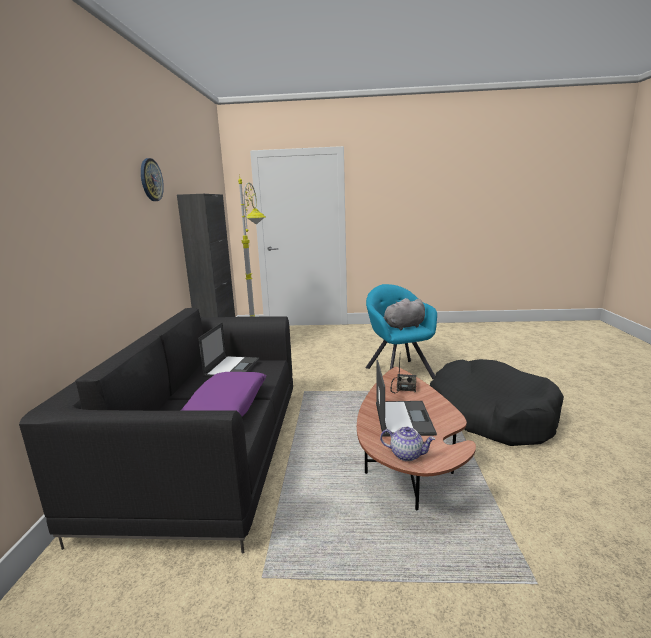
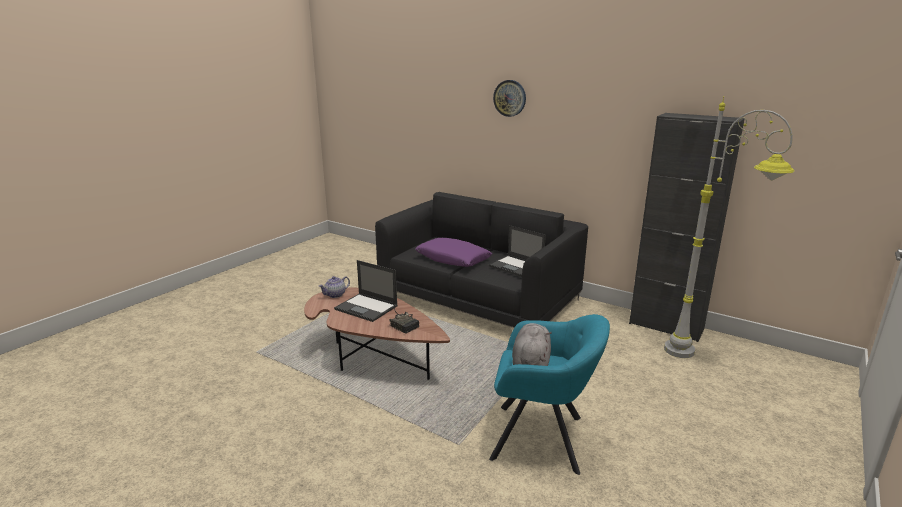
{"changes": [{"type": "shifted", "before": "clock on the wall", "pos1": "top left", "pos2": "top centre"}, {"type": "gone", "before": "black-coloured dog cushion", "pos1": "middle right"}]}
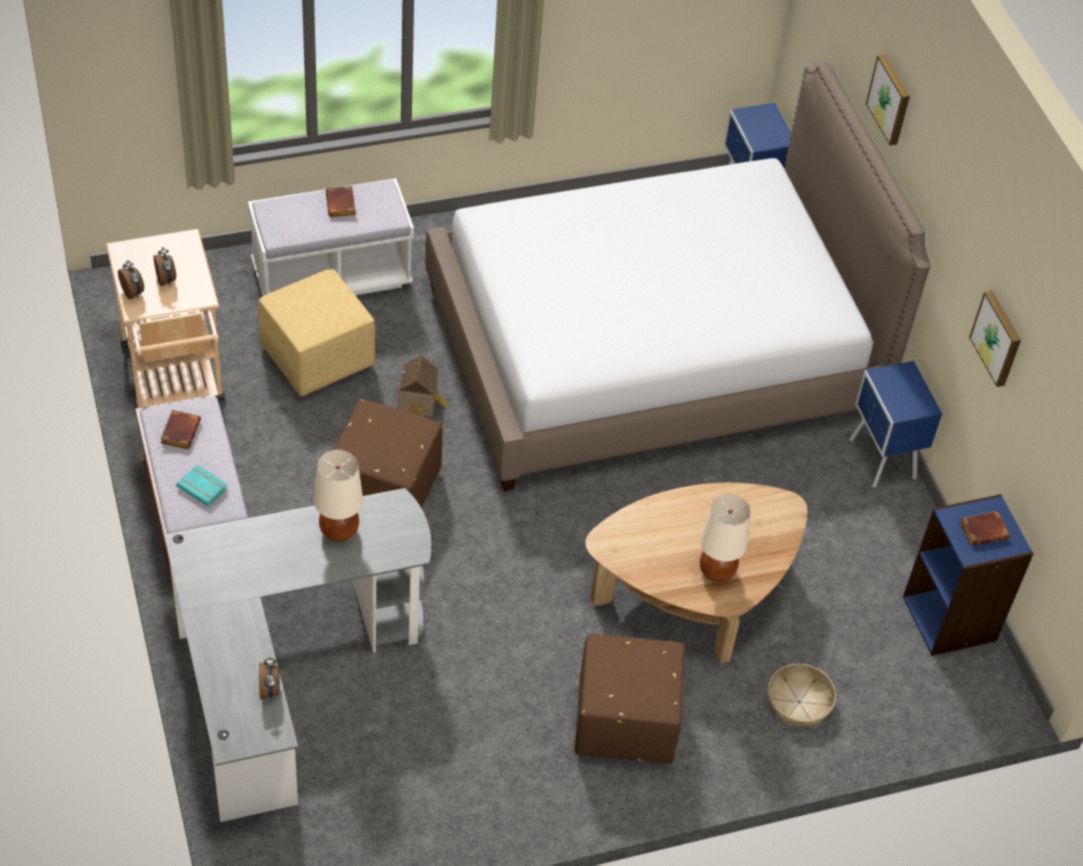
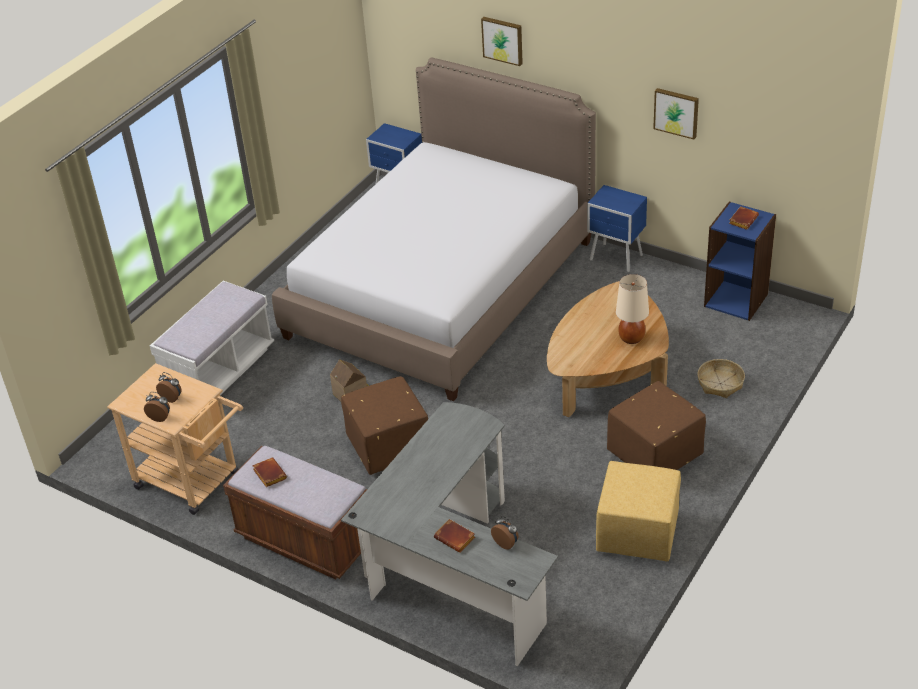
{"changes": [{"type": "shifted", "before": "brownish bound book (no. 2 from left)", "pos1": "top left", "pos2": "bottom centre"}, {"type": "shifted", "before": "yellowish pouffe", "pos1": "middle left", "pos2": "bottom right"}, {"type": "gone", "before": "beige lamp for a table (no. 1 from left)", "pos1": "middle left"}, {"type": "gone", "before": "turquoise-coloured bound book", "pos1": "middle left"}]}
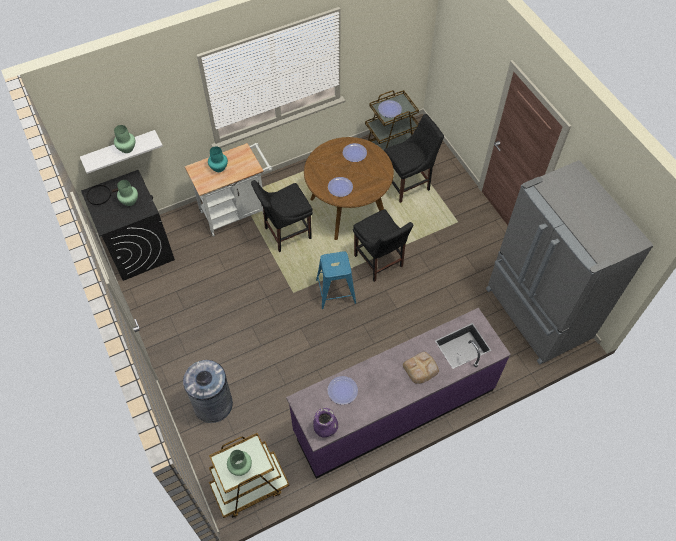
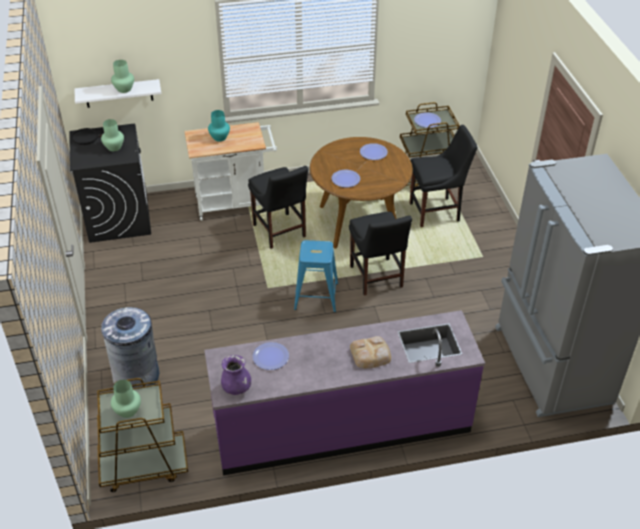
{"changes": [{"type": "rotated", "before": "black-coloured plain chair (no. 1 from left)", "pos1": "centre", "pos2": "centre", "turn": -105}]}
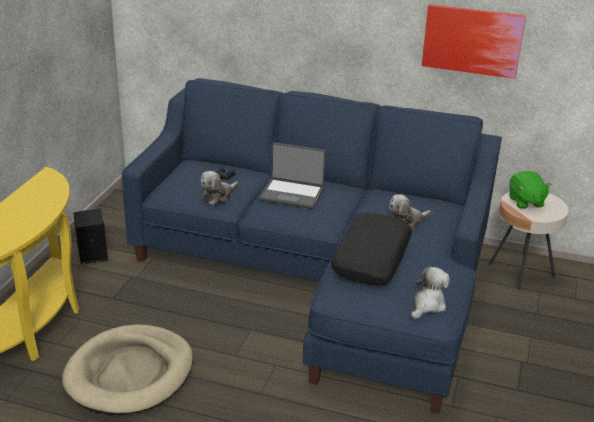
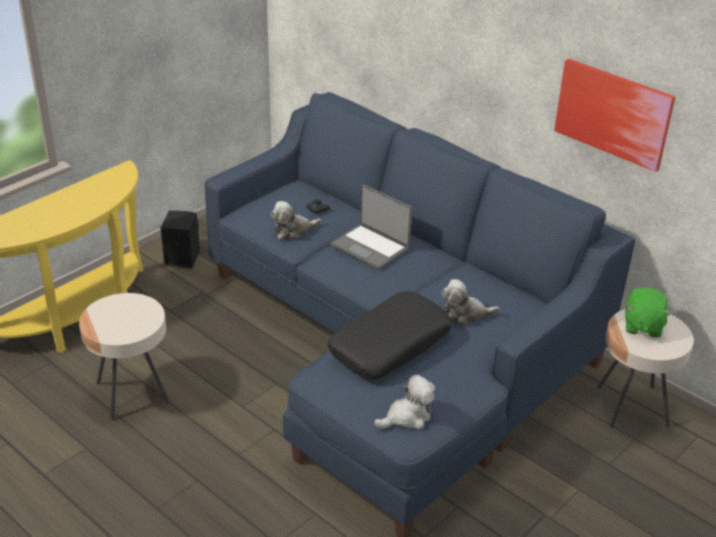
{"changes": [{"type": "swapped", "before": "beige dog cushion", "after": "beige side table (no. 1 from left)", "pos1": "bottom left", "pos2": "middle left"}]}
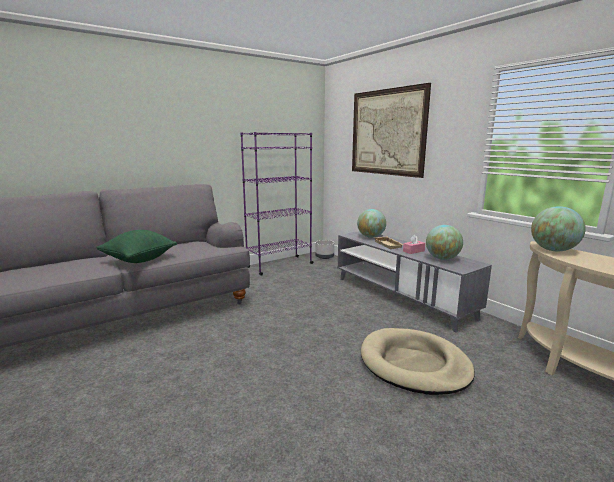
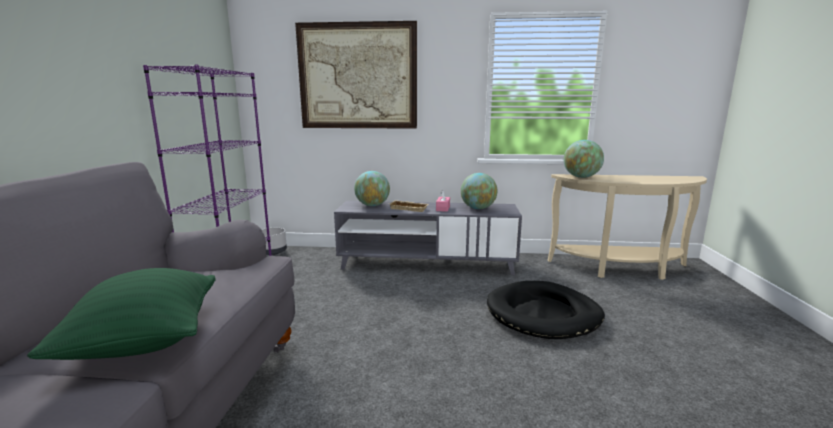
{"changes": [{"type": "repainted", "before": "beige dog cushion", "after": "black-coloured dog cushion", "pos1": "bottom right", "pos2": "bottom centre"}]}
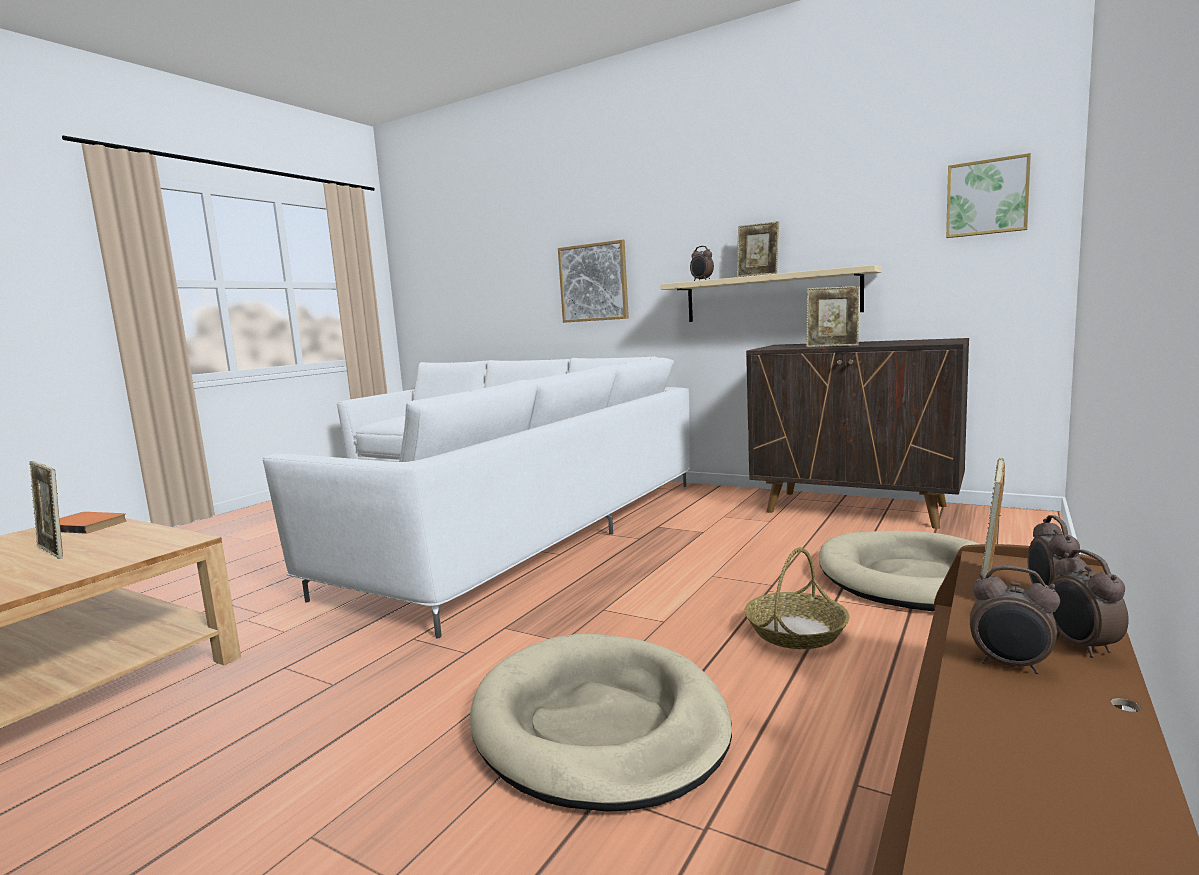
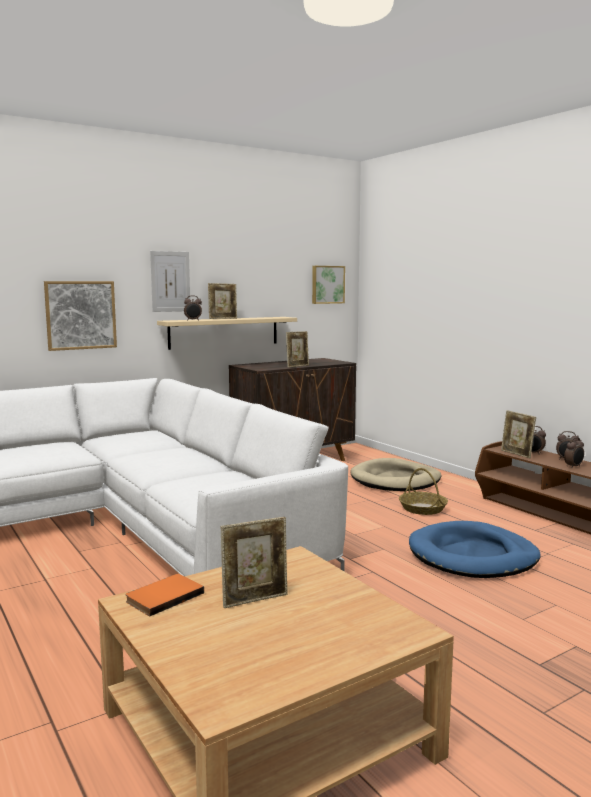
{"changes": [{"type": "repainted", "before": "beige dog cushion (no. 1 from left)", "after": "bluish dog cushion", "pos1": "bottom centre", "pos2": "bottom right"}, {"type": "new", "after": "picture (no. 2 from left)", "pos2": "middle left"}]}
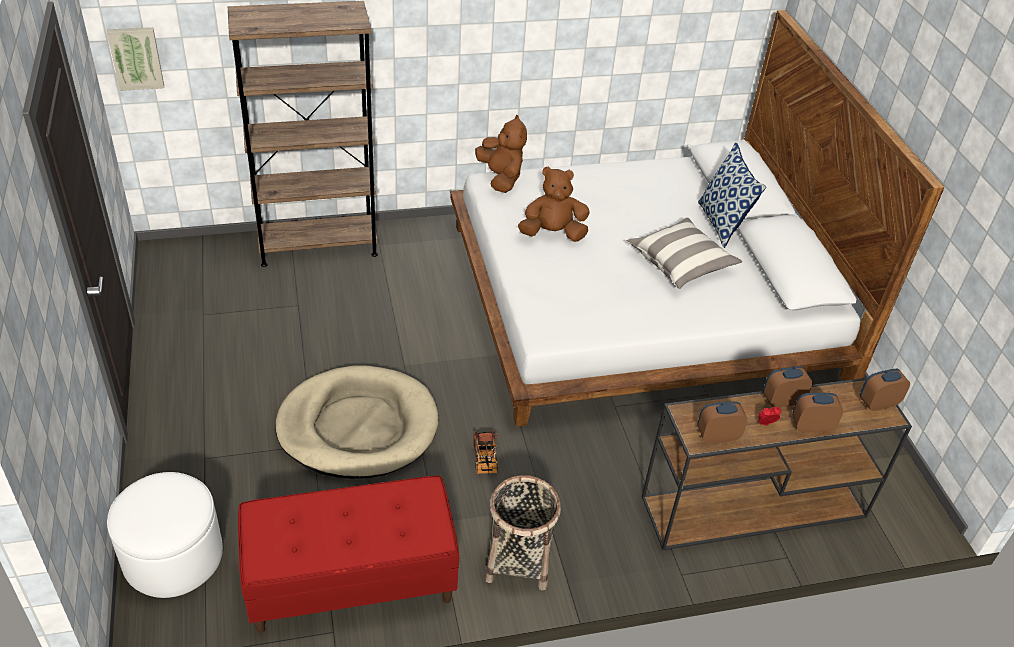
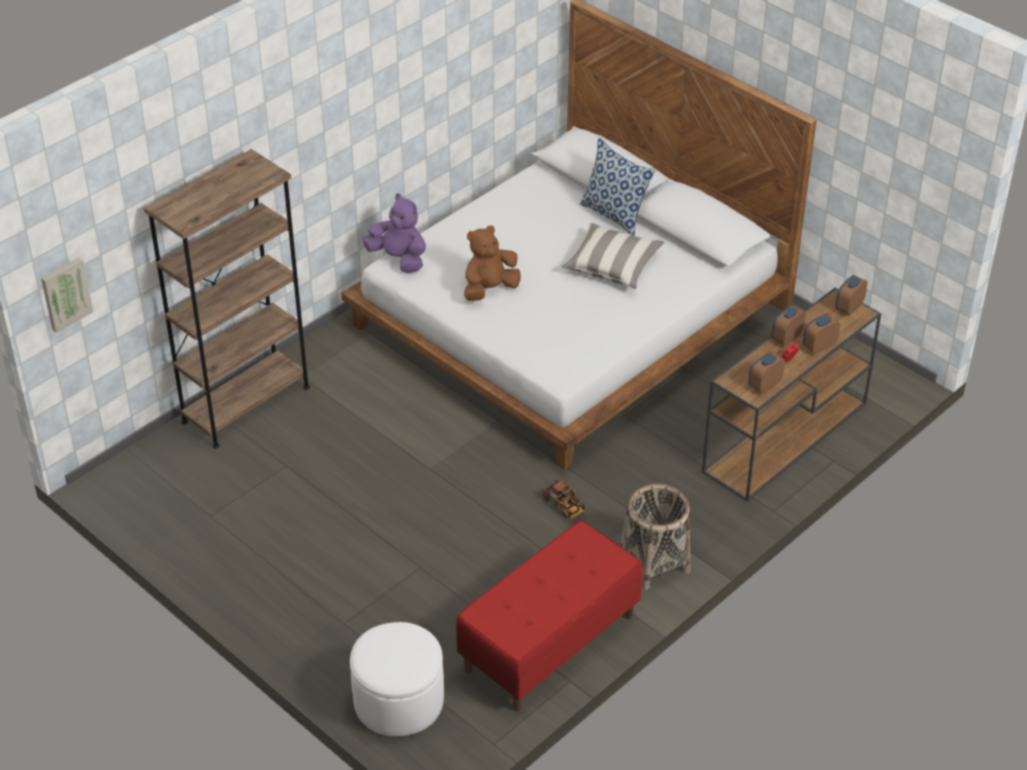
{"changes": [{"type": "repainted", "before": "brownish soft toy (no. 1 from left)", "after": "purple soft toy", "pos1": "top centre", "pos2": "top centre"}, {"type": "gone", "before": "beige dog cushion", "pos1": "centre"}]}
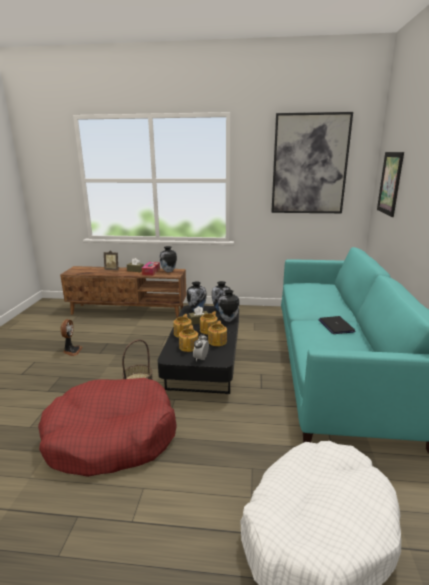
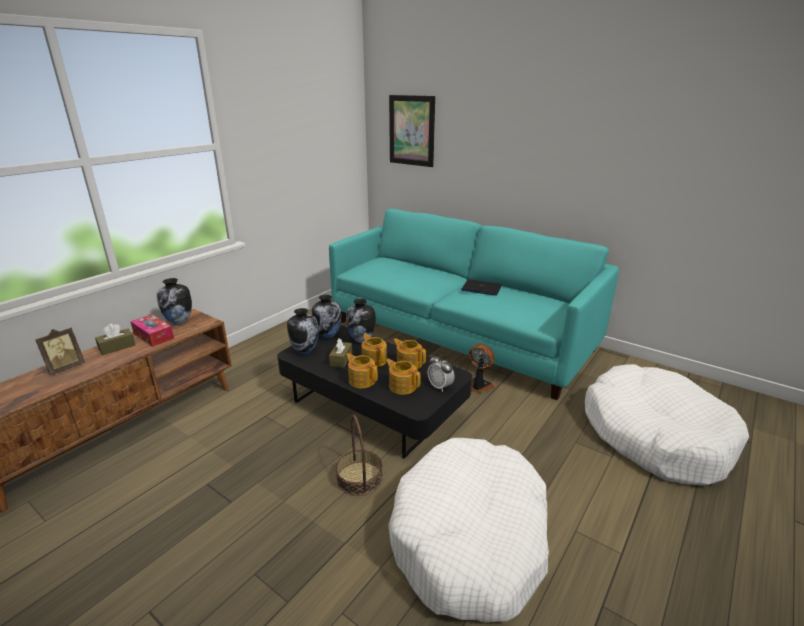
{"changes": [{"type": "gone", "before": "picture (no. 1 from left)", "pos1": "top right"}, {"type": "shifted", "before": "electric fan", "pos1": "middle left", "pos2": "centre"}, {"type": "repainted", "before": "reddish dog cushion", "after": "whitish dog cushion (no. 1 from left)", "pos1": "bottom left", "pos2": "bottom centre"}]}
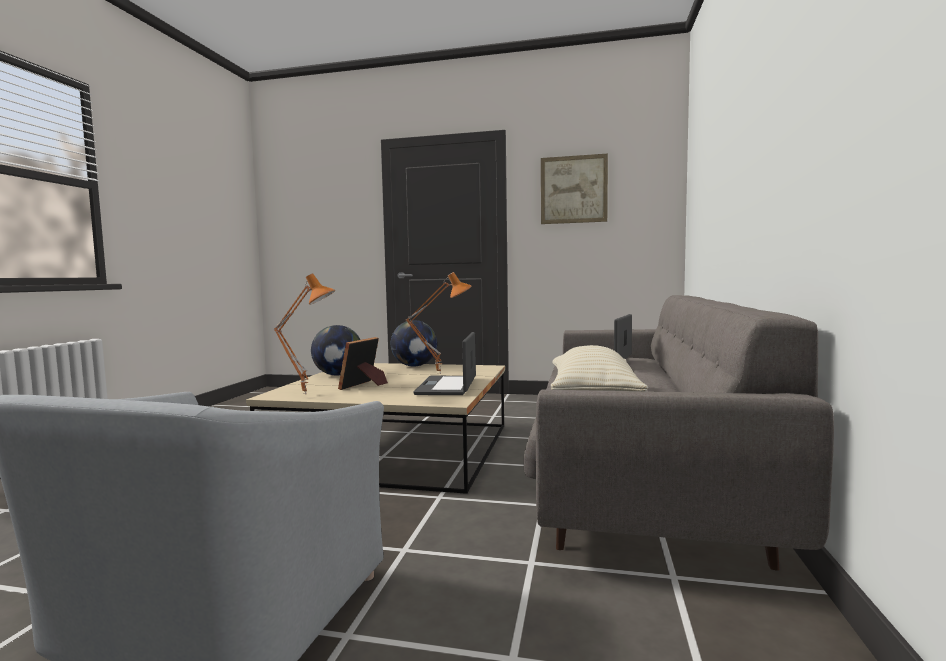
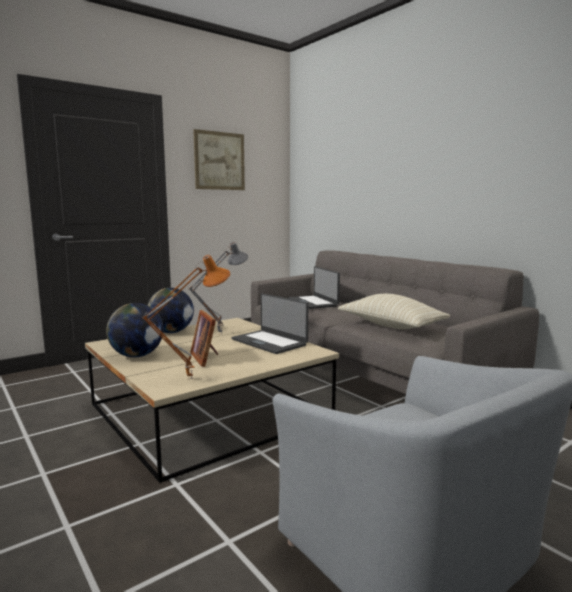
{"changes": [{"type": "repainted", "before": "orange-coloured lamp for a table (no. 2 from left)", "after": "grey lamp for a table", "pos1": "centre", "pos2": "centre"}]}
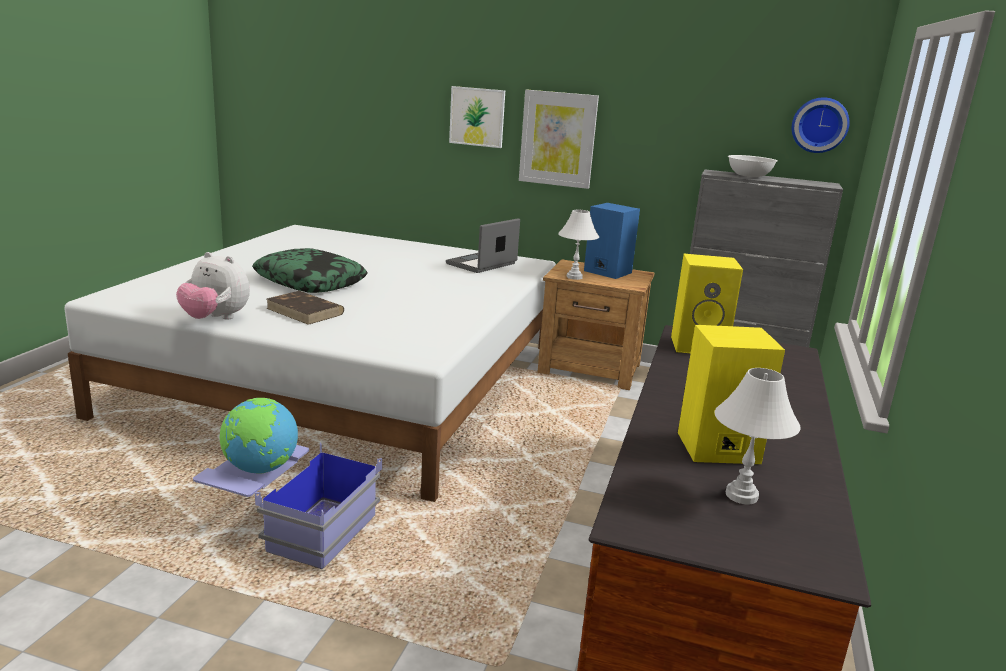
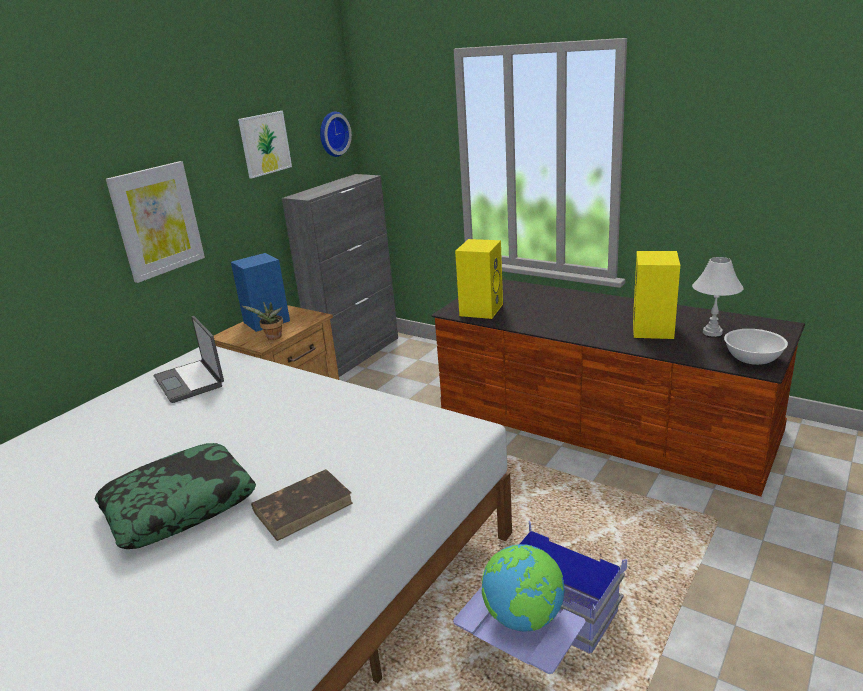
{"changes": [{"type": "shifted", "before": "picture (no. 1 from left in the first image)", "after": "picture (no. 2 from left)", "pos1": "top centre", "pos2": "top left"}, {"type": "shifted", "before": "whitish bowl", "pos1": "top right", "pos2": "middle right"}, {"type": "swapped", "before": "whitish lamp for a table (no. 1 from left)", "after": "potted plant", "pos1": "centre", "pos2": "middle left"}, {"type": "gone", "before": "soft toy", "pos1": "middle left"}]}
